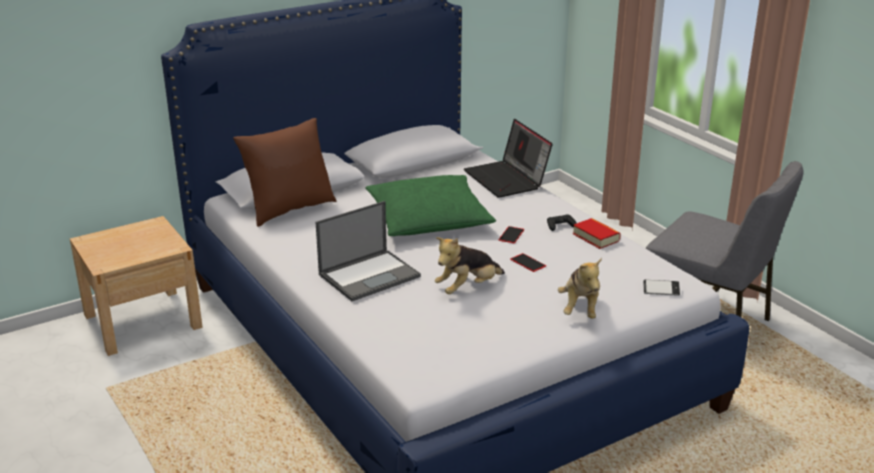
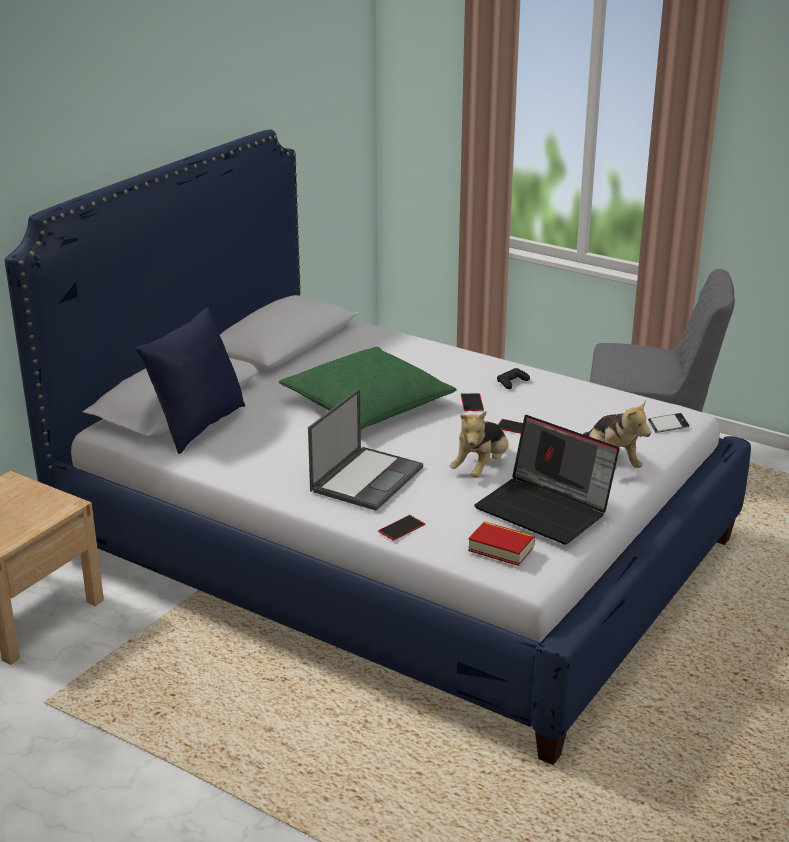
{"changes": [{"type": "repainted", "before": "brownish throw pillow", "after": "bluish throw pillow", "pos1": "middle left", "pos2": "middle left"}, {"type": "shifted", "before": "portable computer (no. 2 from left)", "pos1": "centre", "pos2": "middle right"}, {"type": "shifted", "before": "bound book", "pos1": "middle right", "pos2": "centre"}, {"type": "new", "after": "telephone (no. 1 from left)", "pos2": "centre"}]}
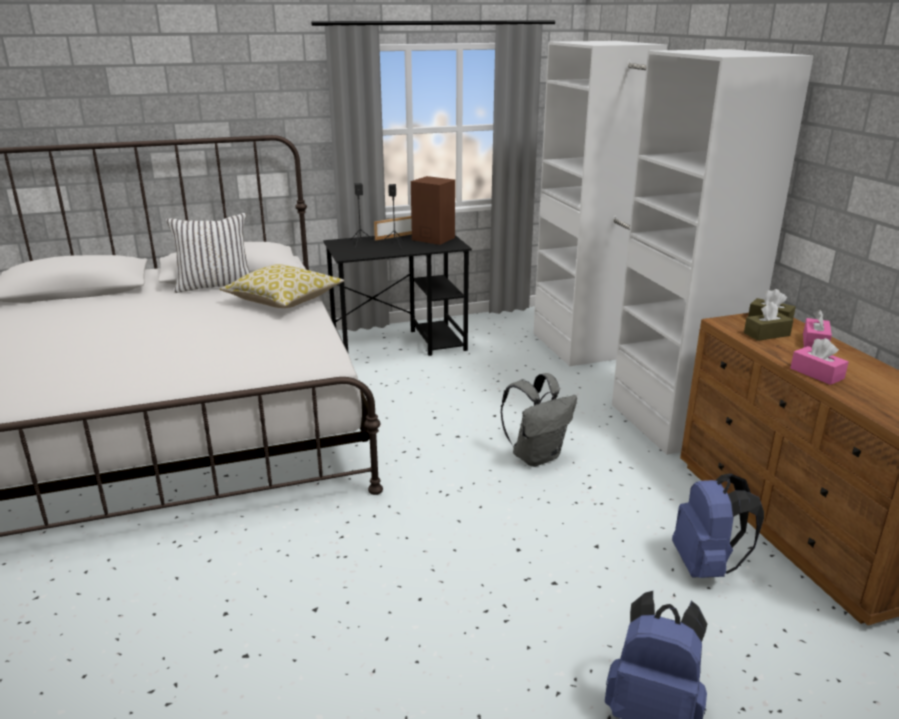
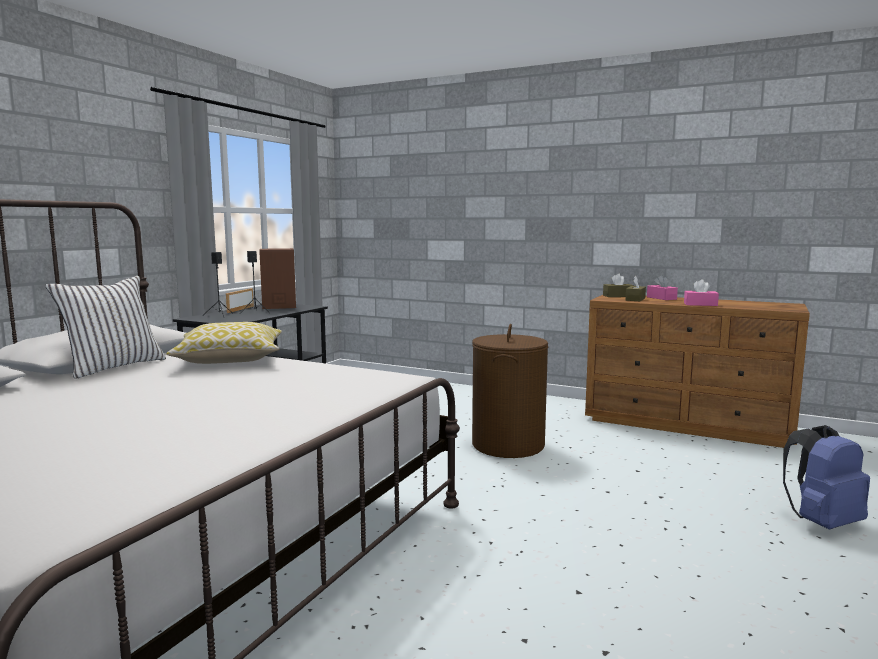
{"changes": [{"type": "gone", "before": "whitish wardrobe", "pos1": "middle right"}, {"type": "swapped", "before": "grey rucksack", "after": "brownish hamper", "pos1": "centre", "pos2": "centre"}, {"type": "gone", "before": "bluish rucksack (no. 2 from left)", "pos1": "bottom right"}]}
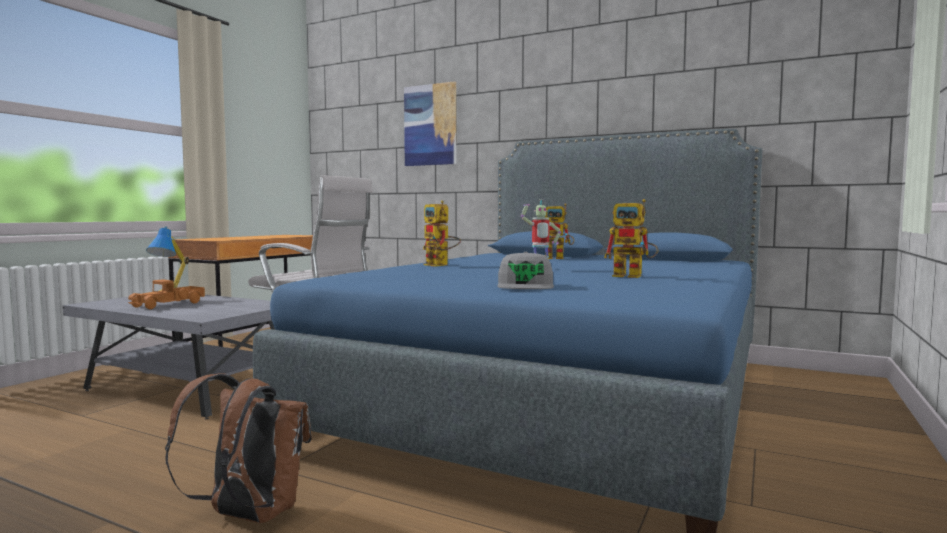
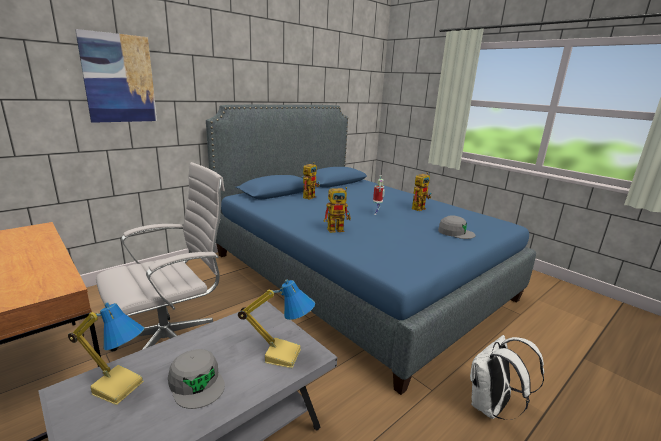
{"changes": [{"type": "swapped", "before": "toy lorry", "after": "grey peaked cap (no. 1 from left)", "pos1": "middle left", "pos2": "bottom left"}, {"type": "repainted", "before": "brownish rucksack", "after": "whitish rucksack", "pos1": "bottom left", "pos2": "bottom right"}, {"type": "new", "after": "lamp for a table (no. 2 from left)", "pos2": "bottom centre"}]}
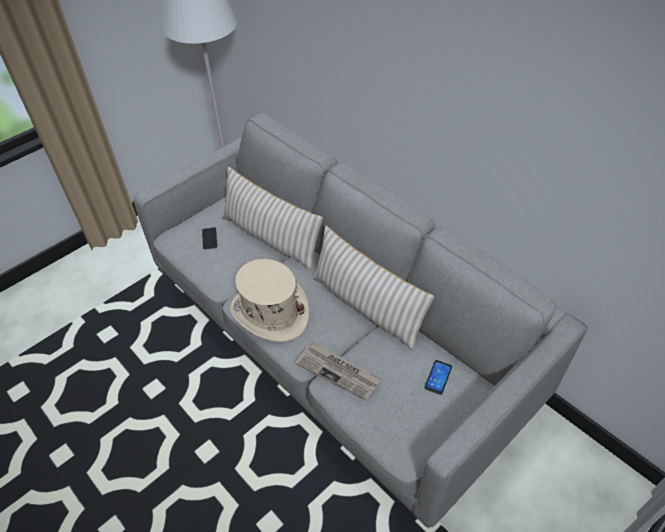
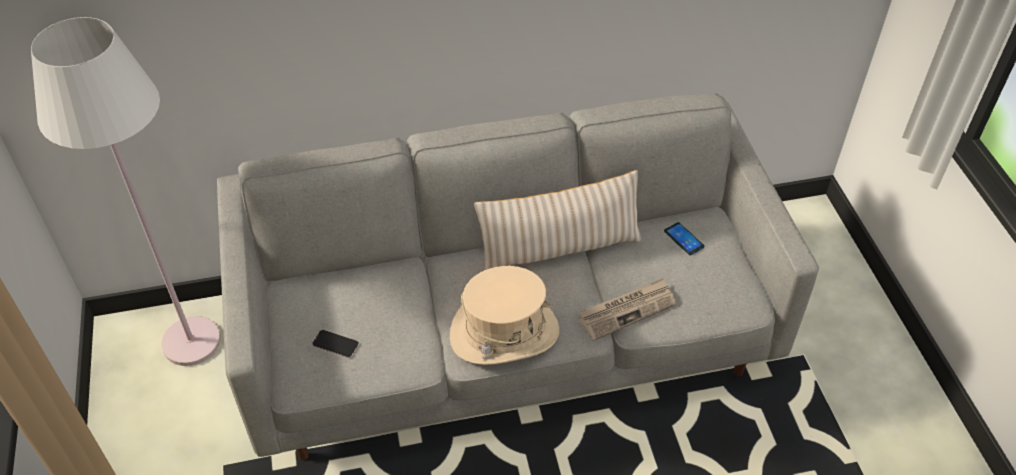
{"changes": [{"type": "gone", "before": "beige throw pillow (no. 1 from left)", "pos1": "centre"}]}
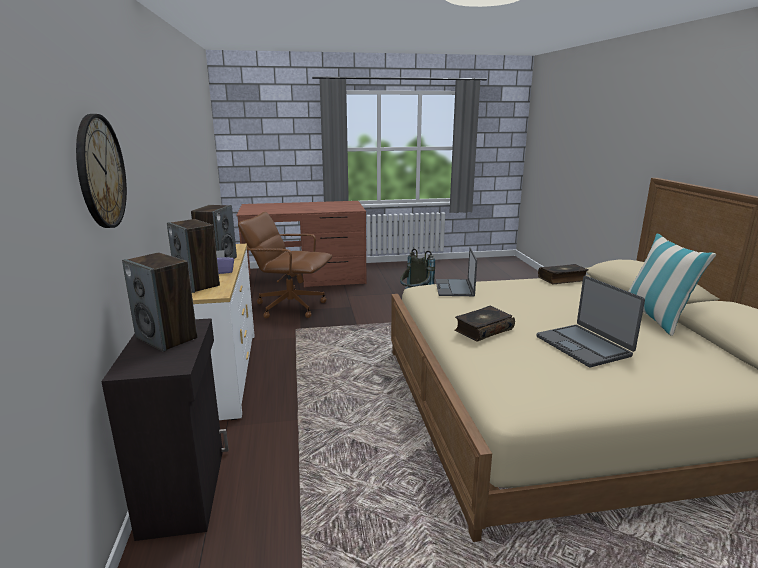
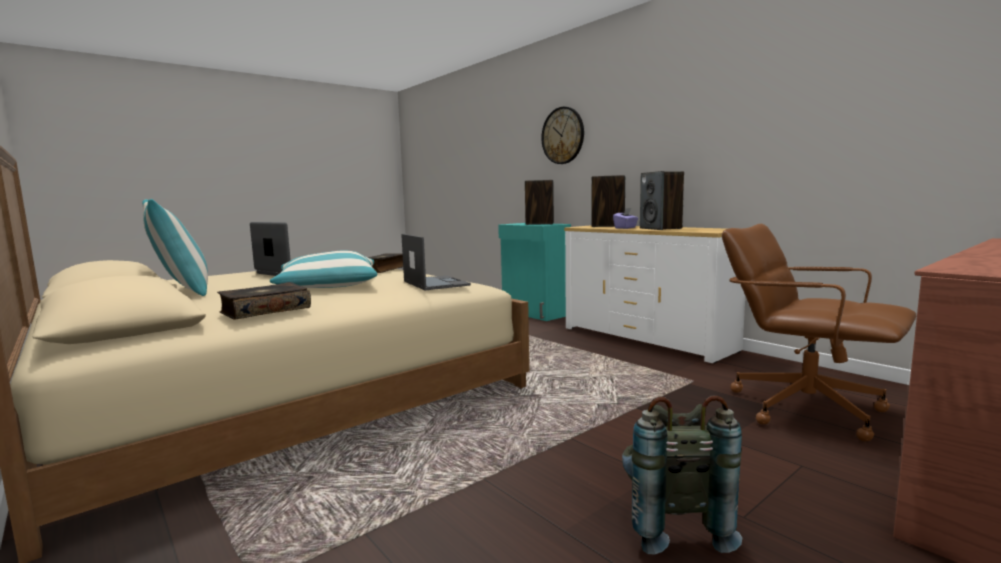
{"changes": [{"type": "rotated", "before": "brownish desk chair", "pos1": "centre", "pos2": "middle right", "turn": -120}, {"type": "repainted", "before": "black-coloured cupboard", "after": "turquoise-coloured cupboard", "pos1": "bottom left", "pos2": "centre"}, {"type": "new", "after": "throw pillow (no. 2 from left)", "pos2": "middle left"}]}
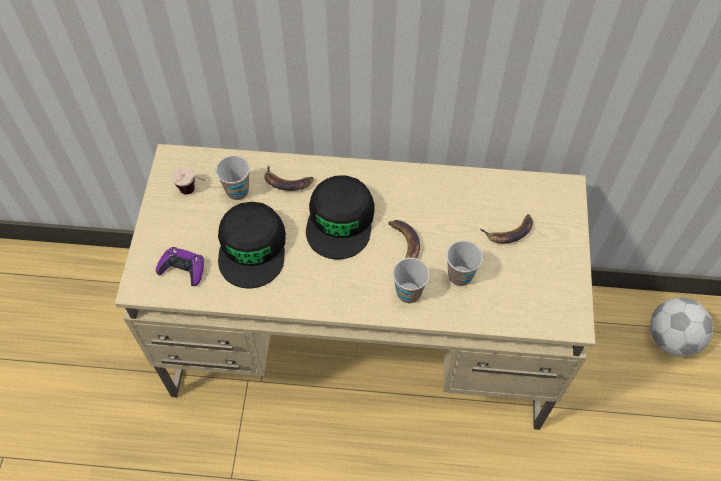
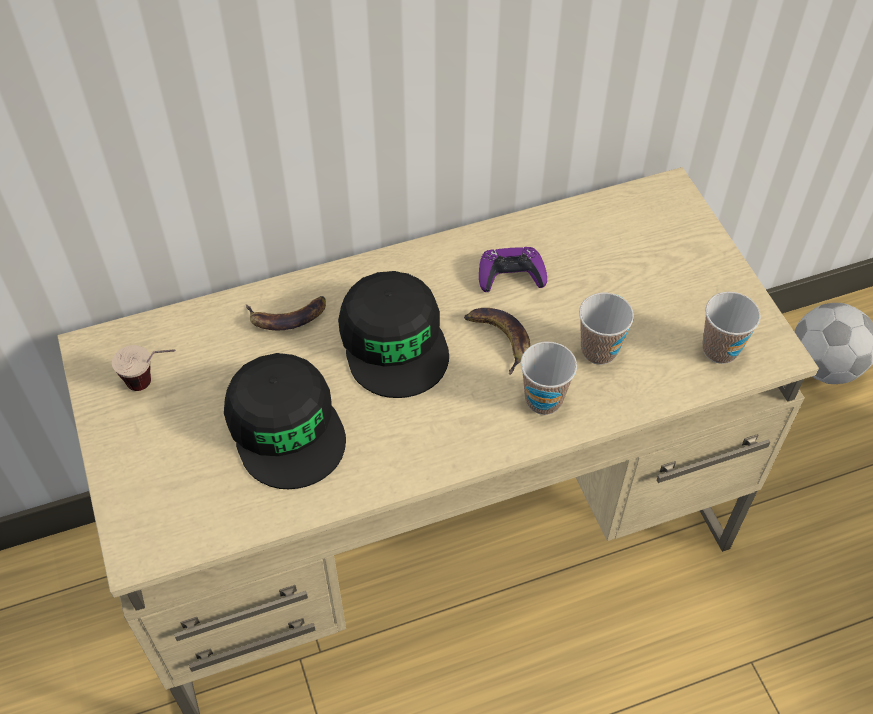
{"changes": [{"type": "shifted", "before": "drinking cup (no. 2 from left in the first image)", "after": "drinking cup (no. 4 from left)", "pos1": "middle left", "pos2": "middle right"}, {"type": "gone", "before": "banana fruit (no. 3 from left)", "pos1": "middle right"}, {"type": "shifted", "before": "purple gamepad", "pos1": "middle left", "pos2": "centre"}]}
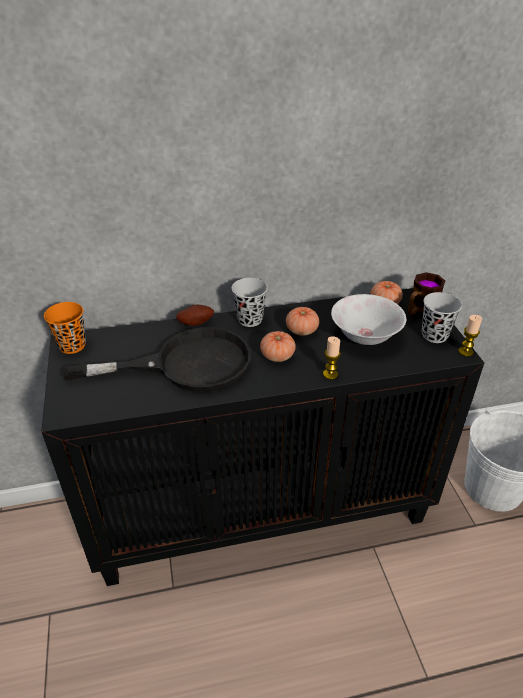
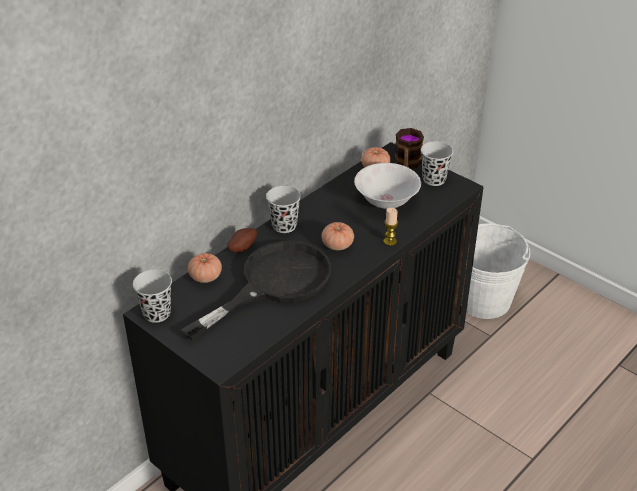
{"changes": [{"type": "repainted", "before": "orange-coloured drinking cup", "after": "black-coloured drinking cup (no. 1 from left)", "pos1": "middle left", "pos2": "middle left"}, {"type": "shifted", "before": "tomato (no. 2 from left in the first image)", "after": "tomato (no. 1 from left)", "pos1": "centre", "pos2": "middle left"}, {"type": "gone", "before": "wax light (no. 2 from left)", "pos1": "middle right"}]}
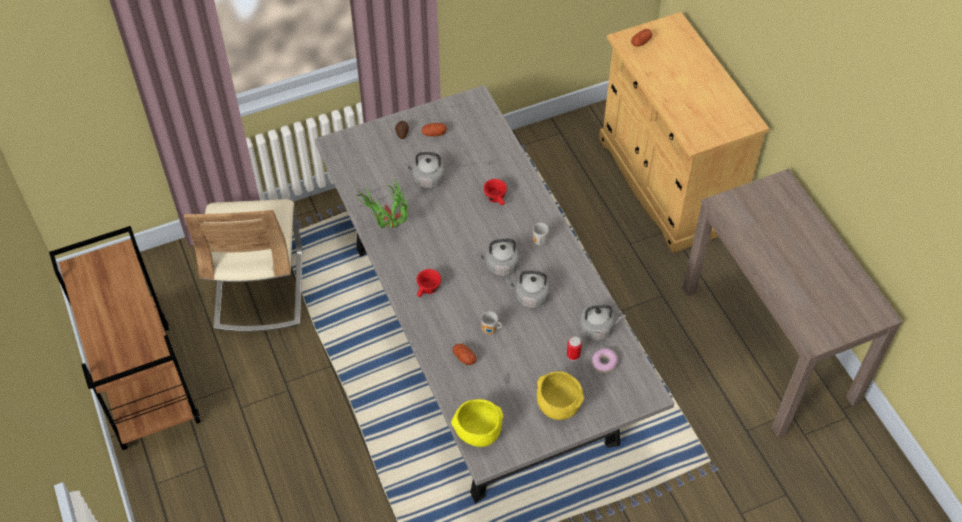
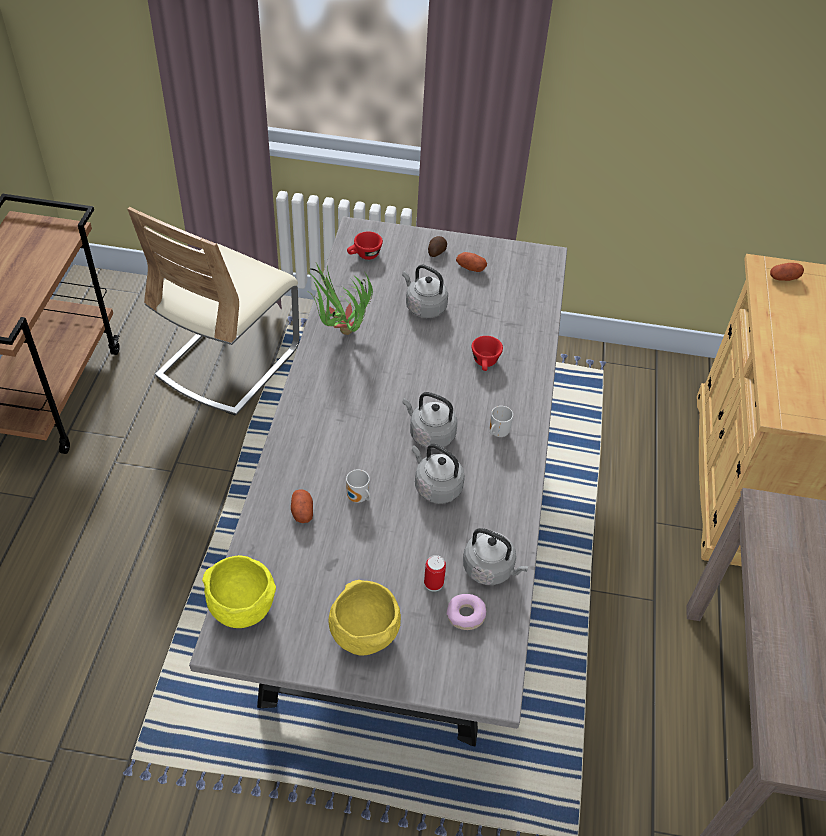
{"changes": [{"type": "shifted", "before": "reddish drinking cup (no. 1 from left)", "pos1": "centre", "pos2": "top centre"}]}
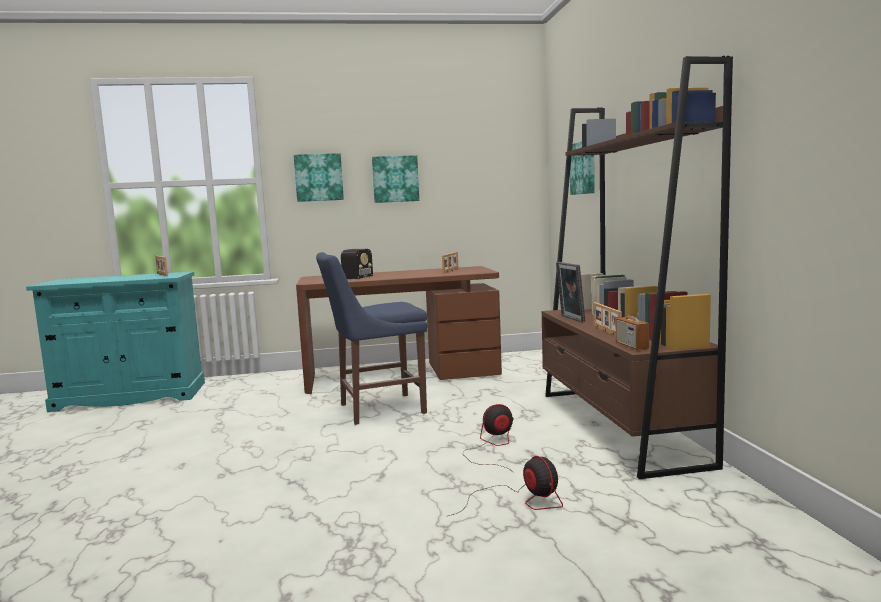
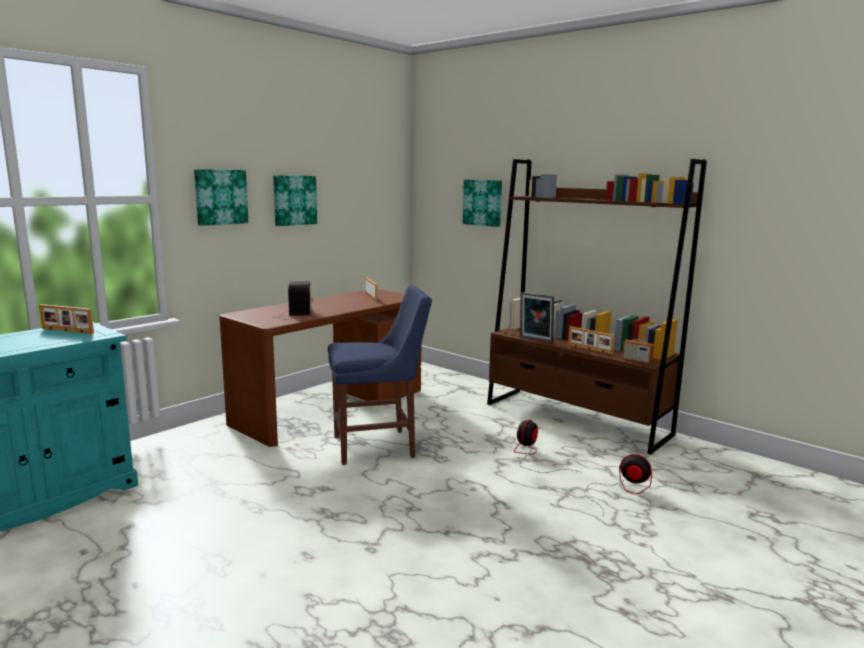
{"changes": [{"type": "rotated", "before": "bluish plain chair", "pos1": "centre", "pos2": "centre", "turn": -135}]}
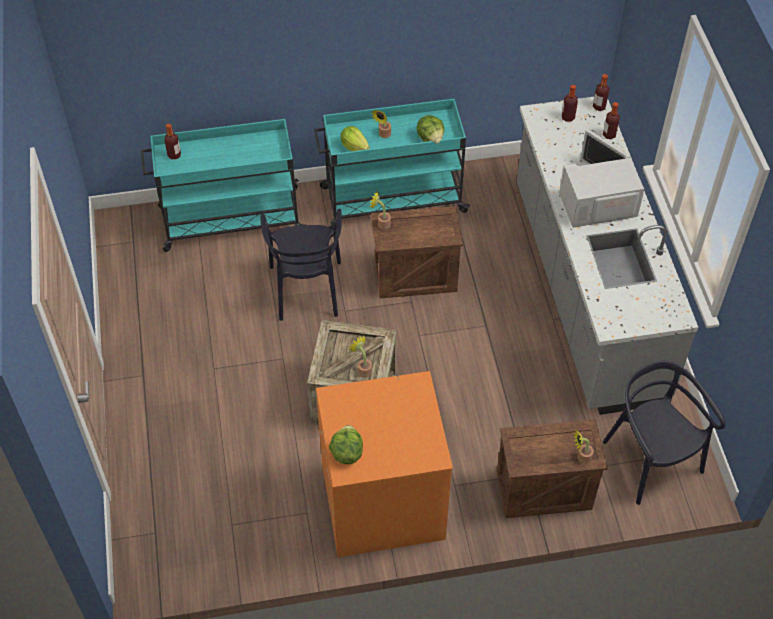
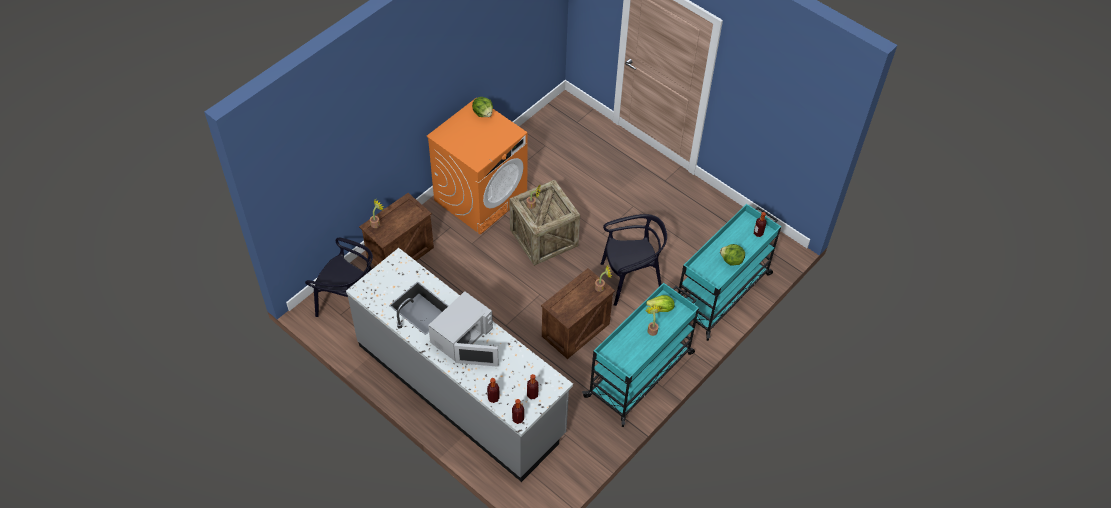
{"changes": [{"type": "shifted", "before": "lettuce (no. 3 from left)", "pos1": "top centre", "pos2": "centre"}, {"type": "rotated", "before": "black-coloured plain chair (no. 1 from left in the first image)", "pos1": "centre", "pos2": "centre", "turn": 120}]}
